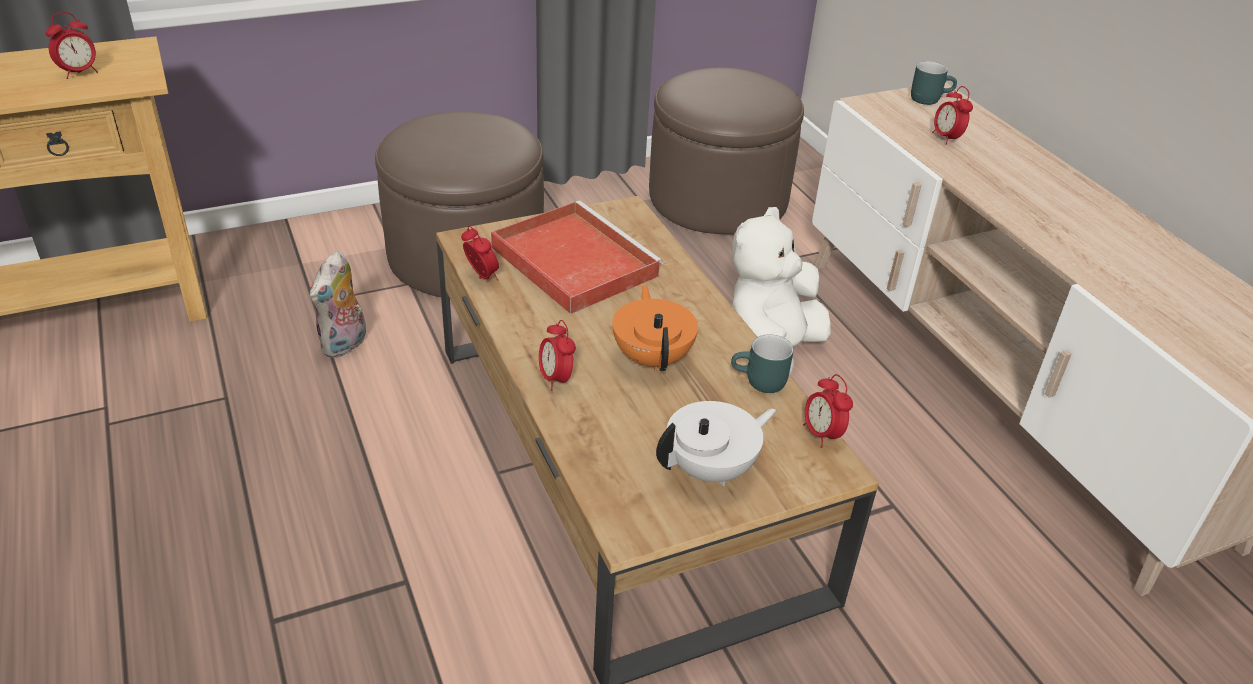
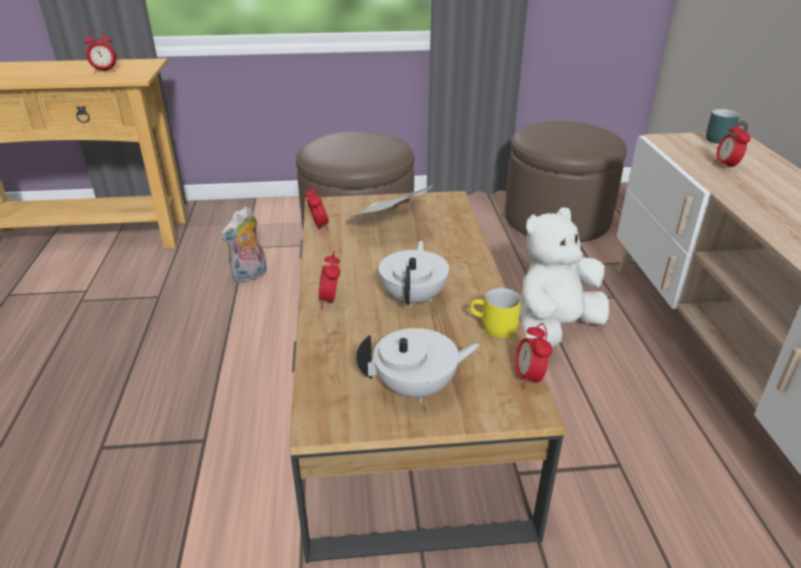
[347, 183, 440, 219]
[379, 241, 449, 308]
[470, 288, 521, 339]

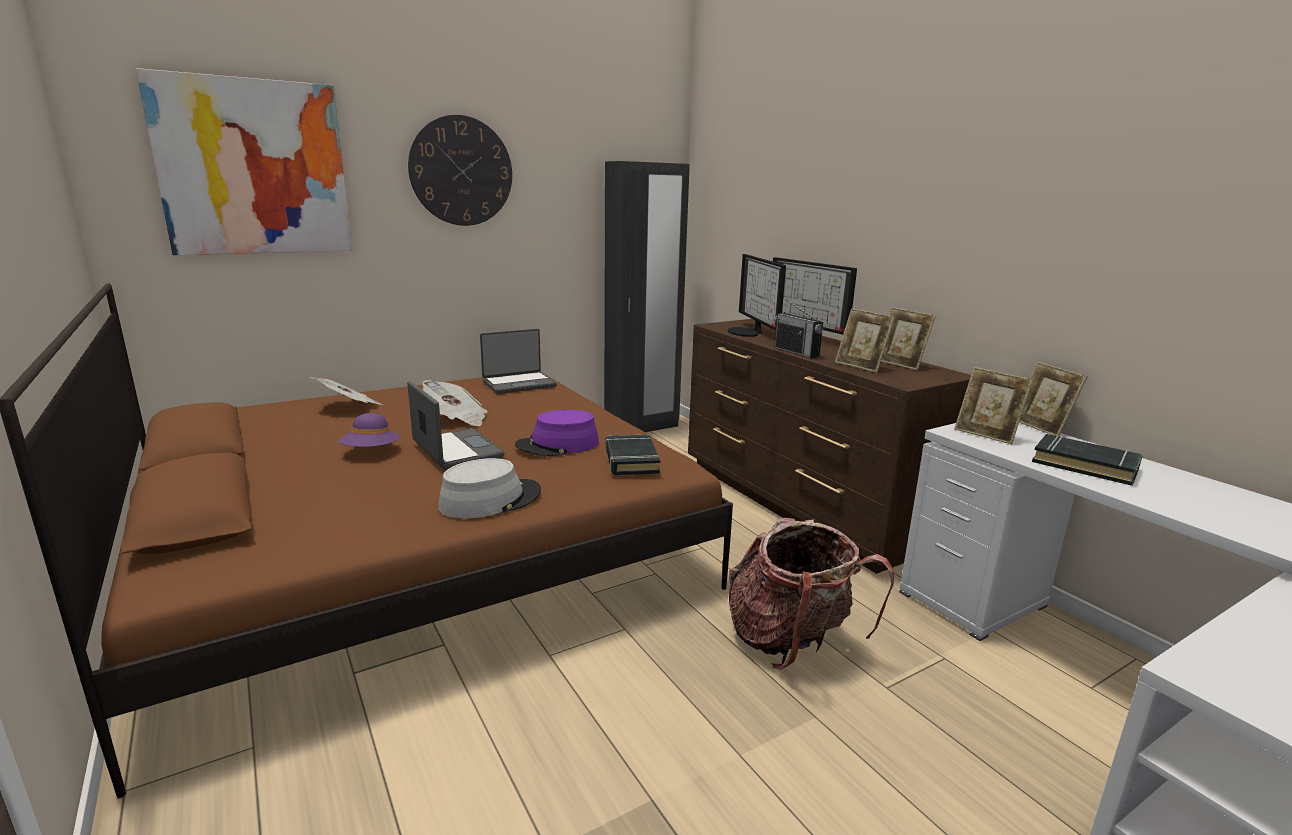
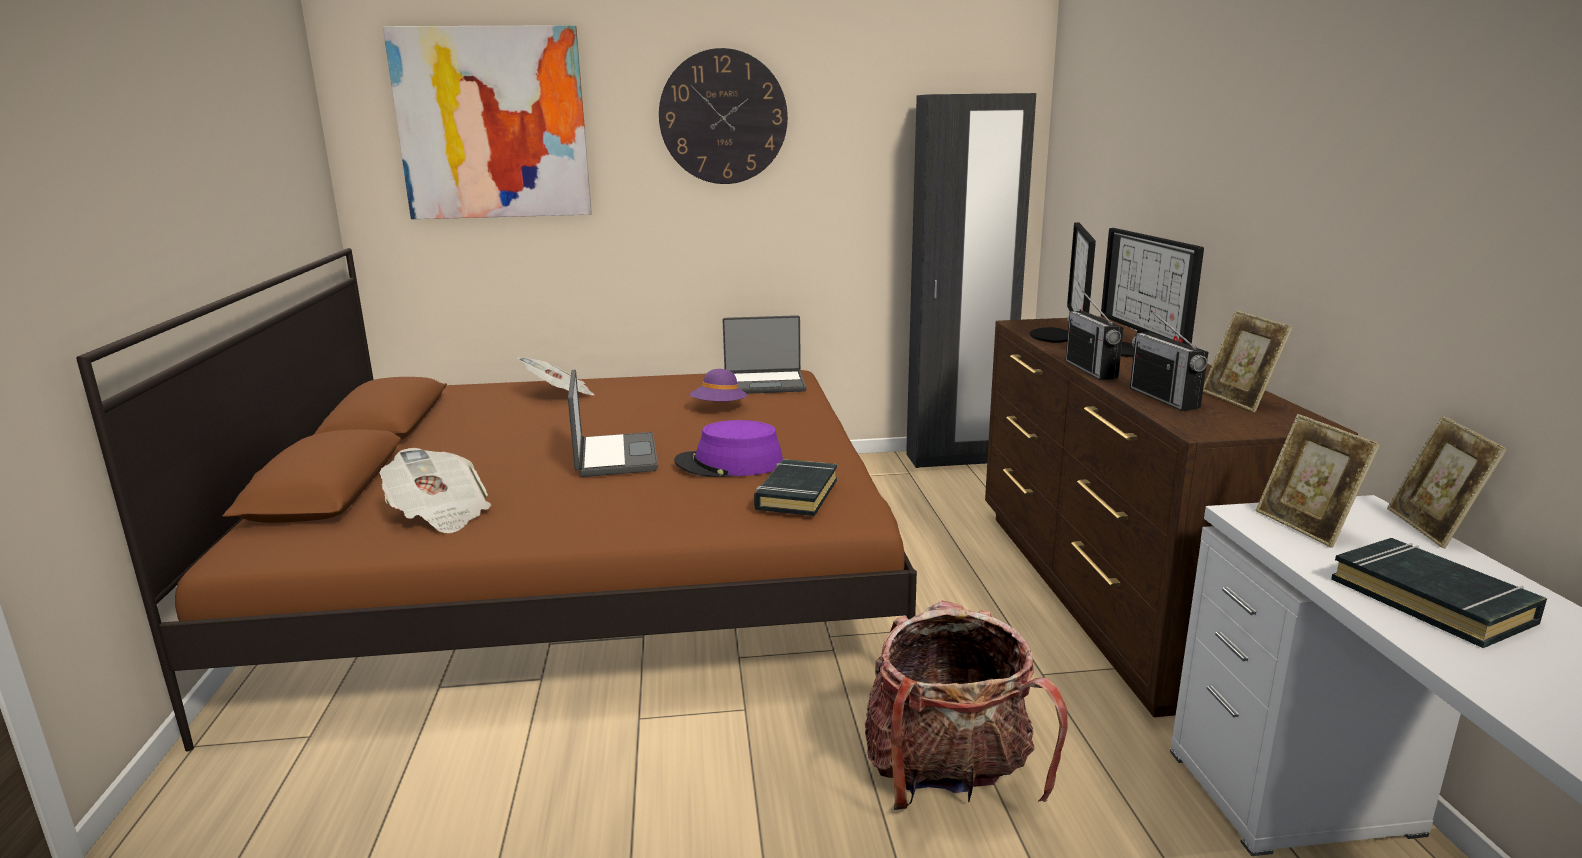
[438, 458, 541, 518] (first image)
[690, 369, 748, 402]
[380, 448, 491, 533]
[1130, 310, 1208, 411]

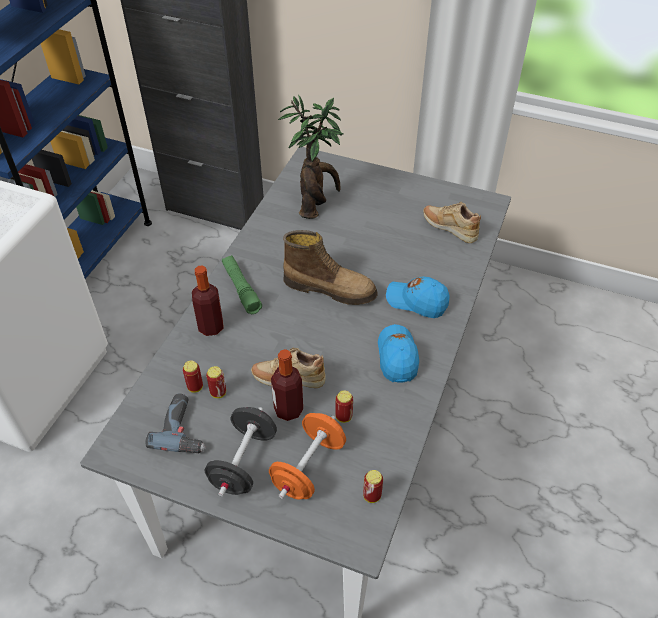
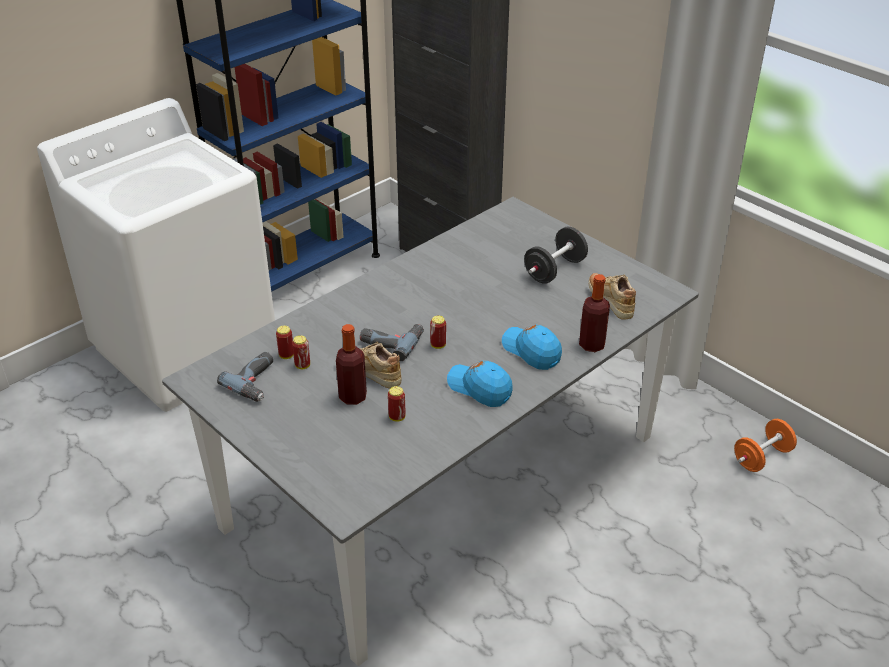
[222, 255, 262, 314] (first image)
[278, 95, 343, 219] (first image)
[283, 230, 378, 305] (first image)
[360, 324, 424, 361]
[579, 274, 610, 352]
[524, 226, 588, 284]
[734, 419, 797, 472]
[430, 316, 446, 349]
[447, 361, 512, 407]

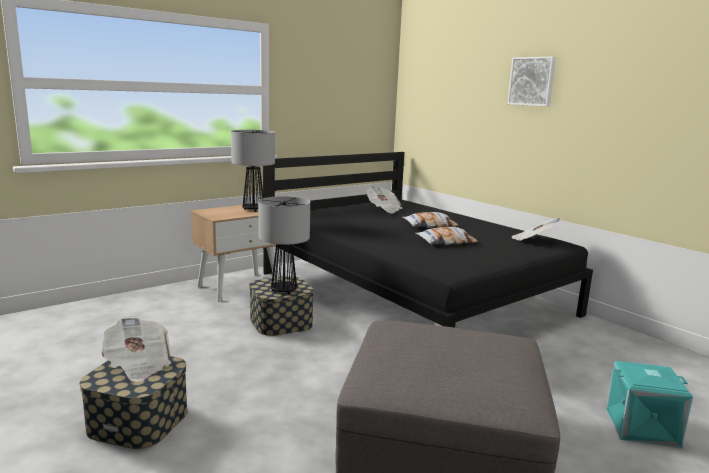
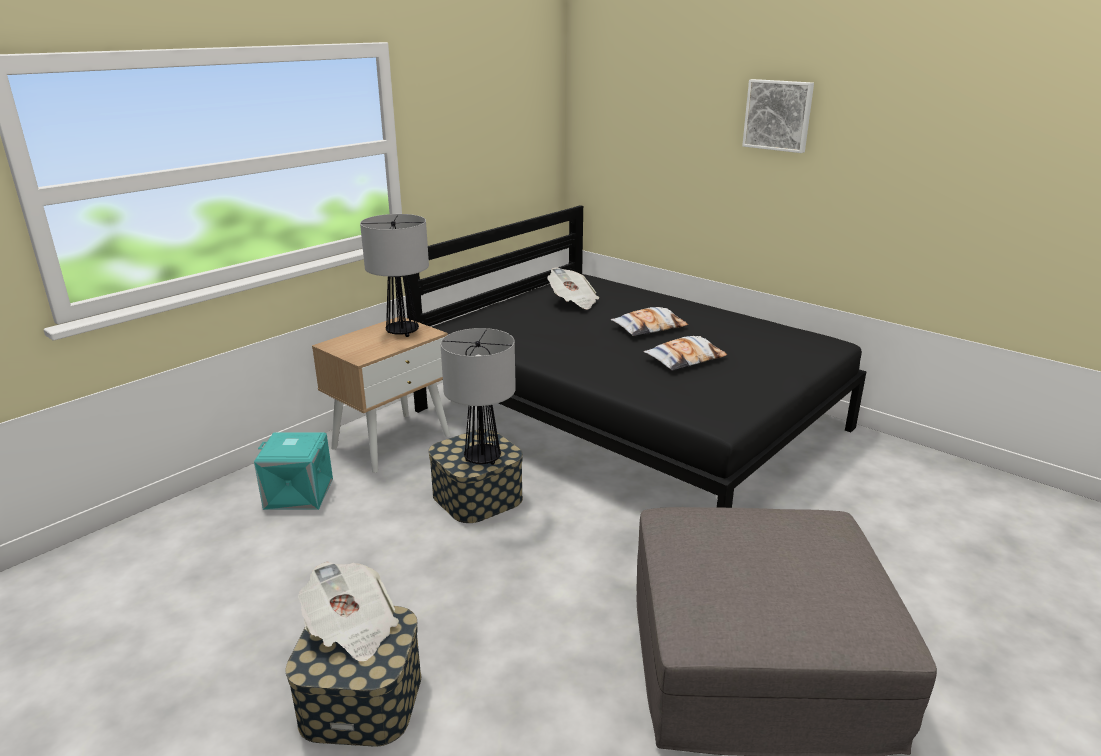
[512, 218, 562, 241] (first image)
[254, 432, 333, 510]

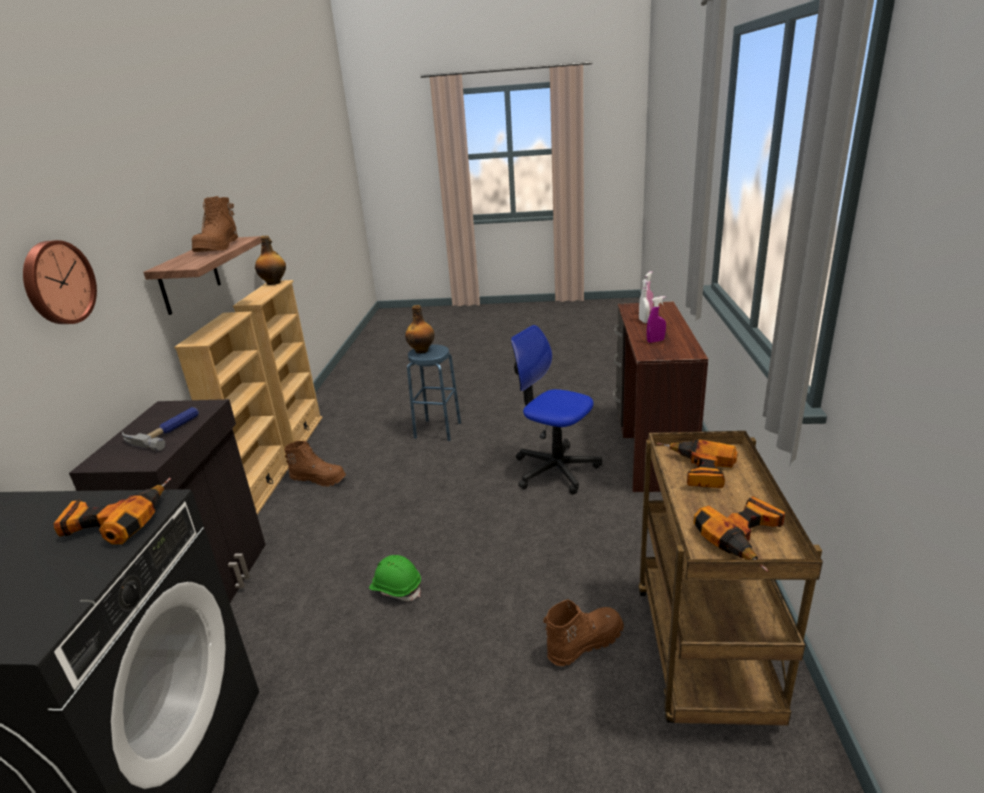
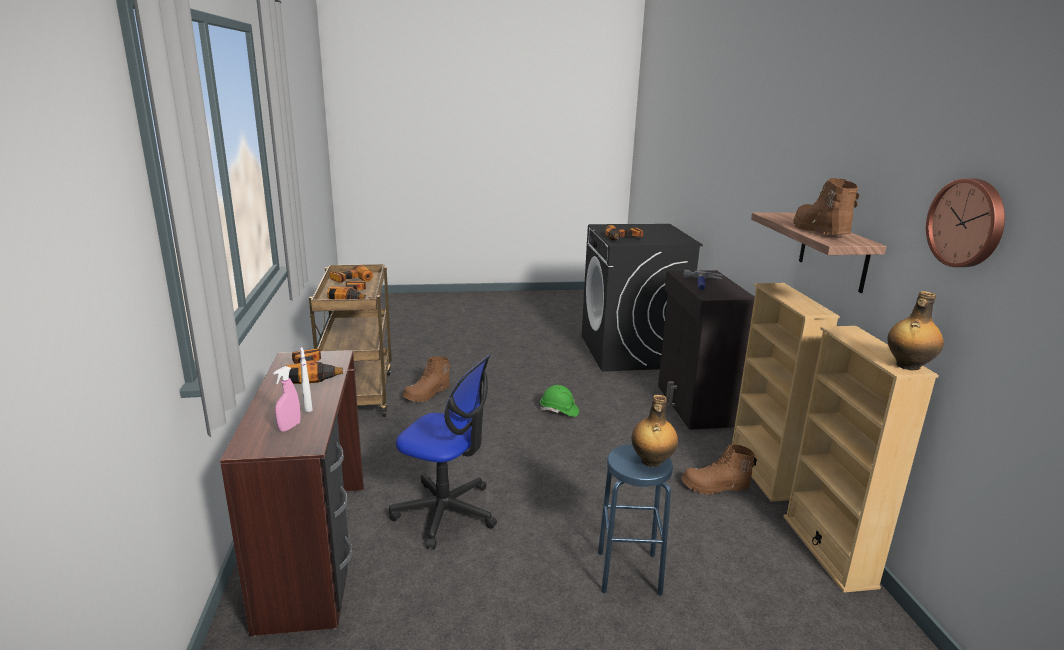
[926, 179, 1005, 267]
[286, 348, 355, 384]

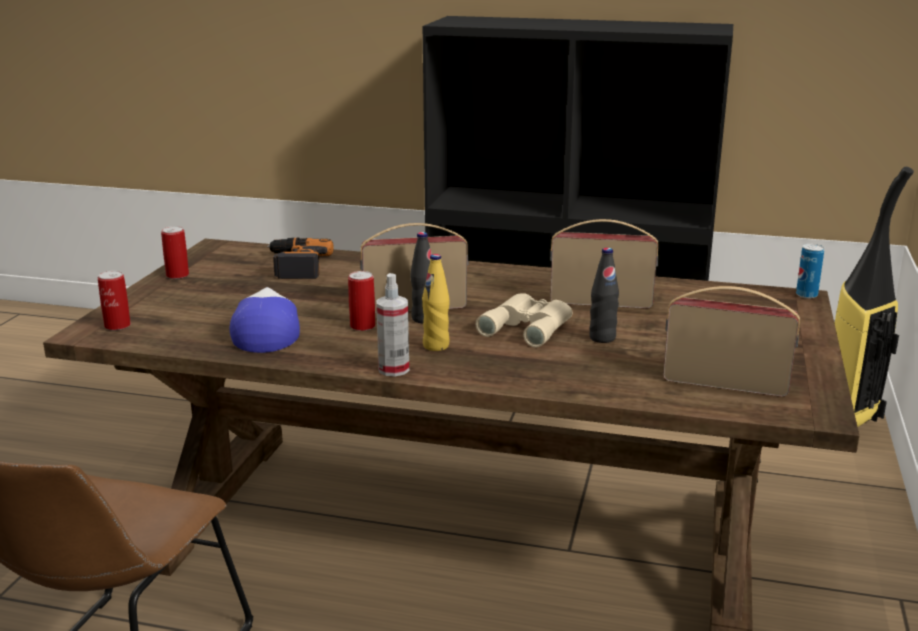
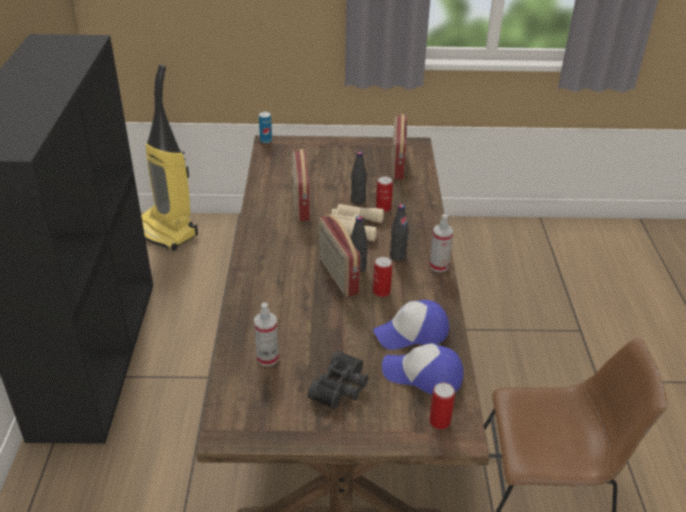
[308, 351, 369, 409]
[382, 343, 464, 395]
[376, 176, 393, 212]
[254, 302, 279, 366]
[390, 204, 409, 261]

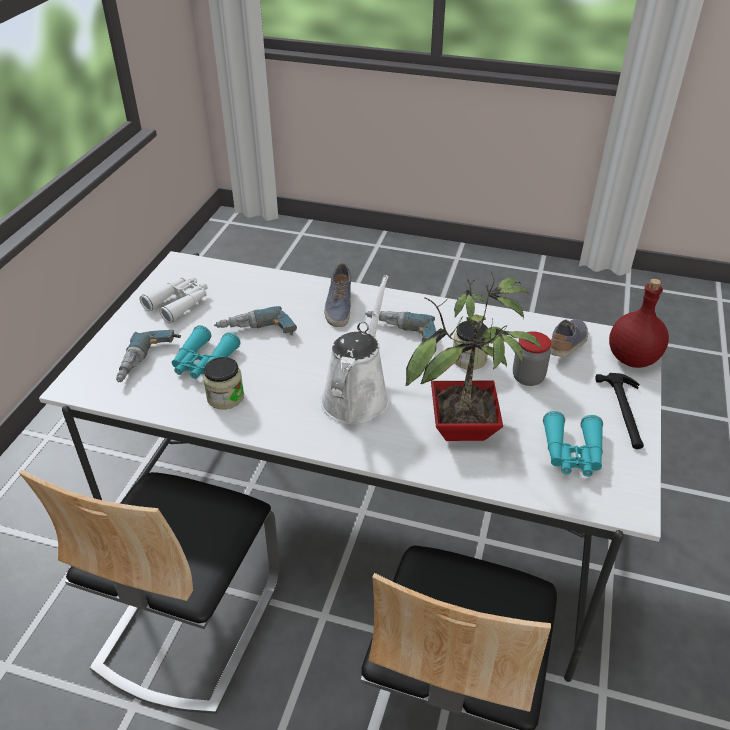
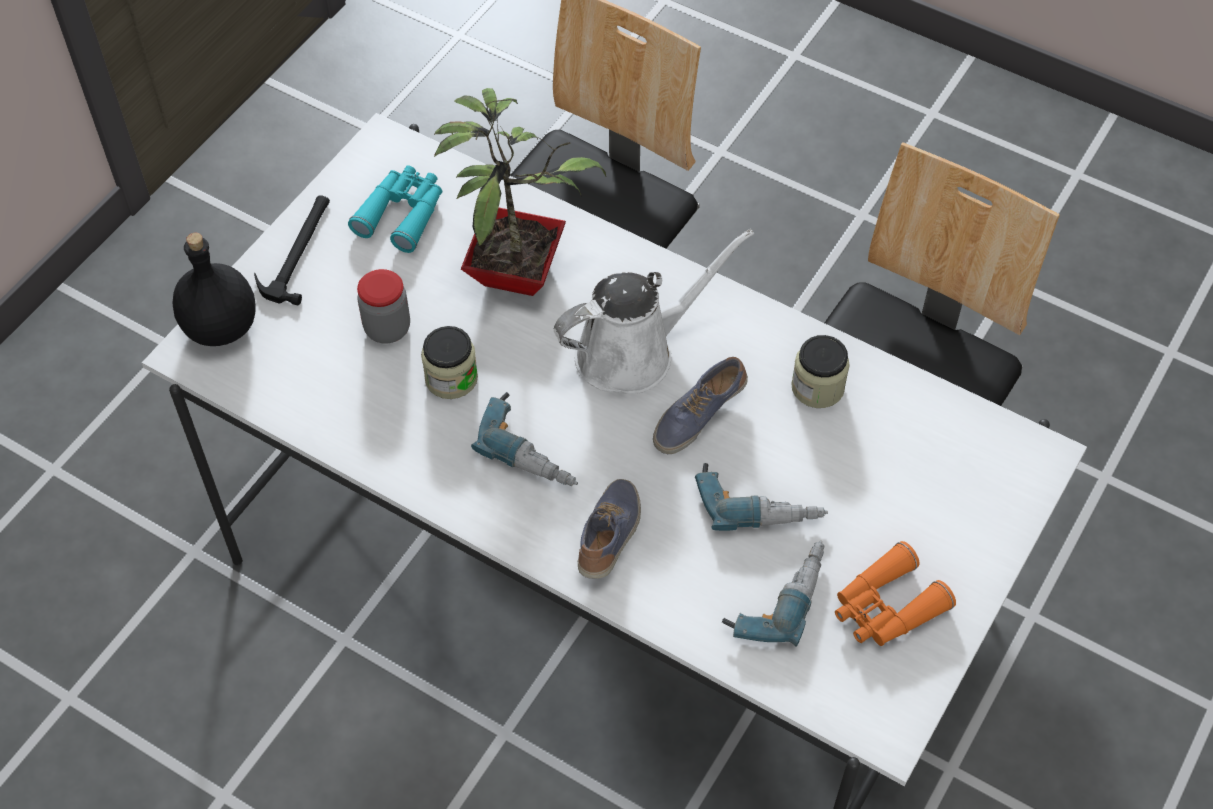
[172, 325, 240, 379] (first image)
[722, 541, 824, 647]
[653, 357, 748, 454]
[835, 541, 956, 646]
[172, 233, 256, 346]
[554, 229, 754, 394]

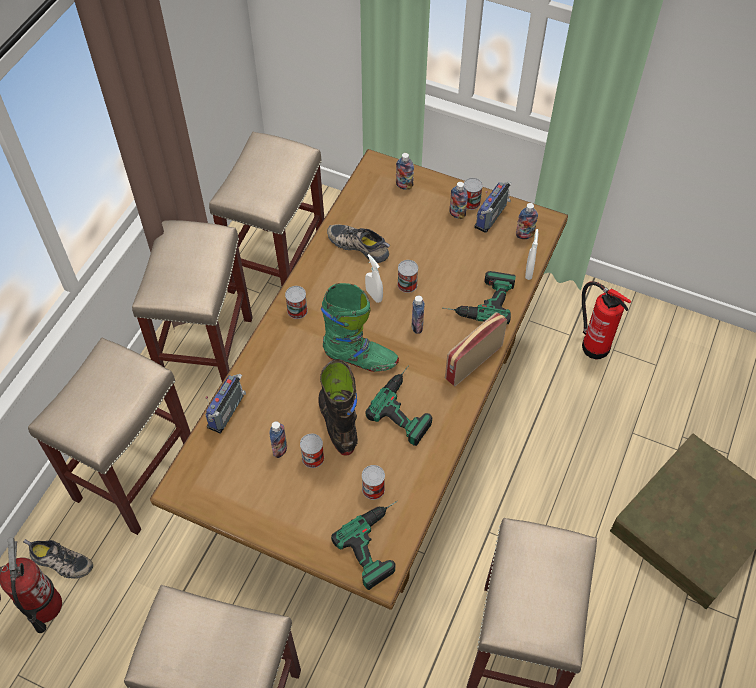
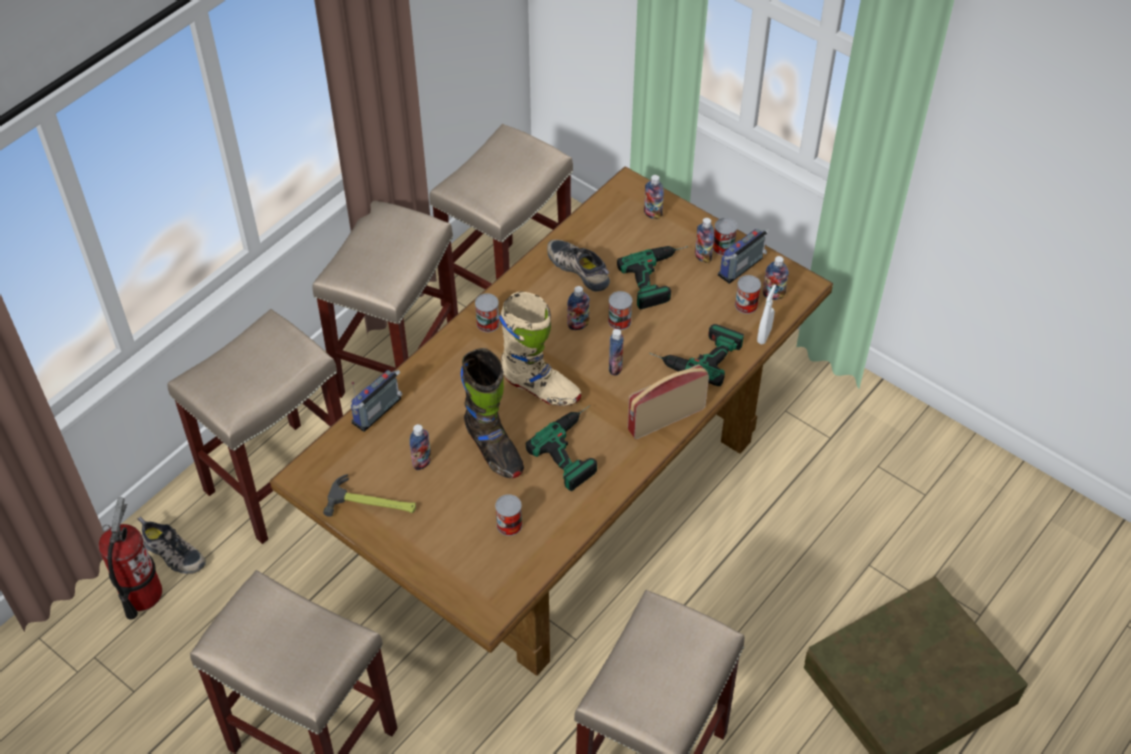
[582, 281, 631, 359] (first image)
[323, 474, 416, 517]
[735, 275, 761, 314]
[617, 246, 688, 310]
[567, 286, 590, 330]
[499, 291, 581, 406]
[460, 348, 524, 478]

